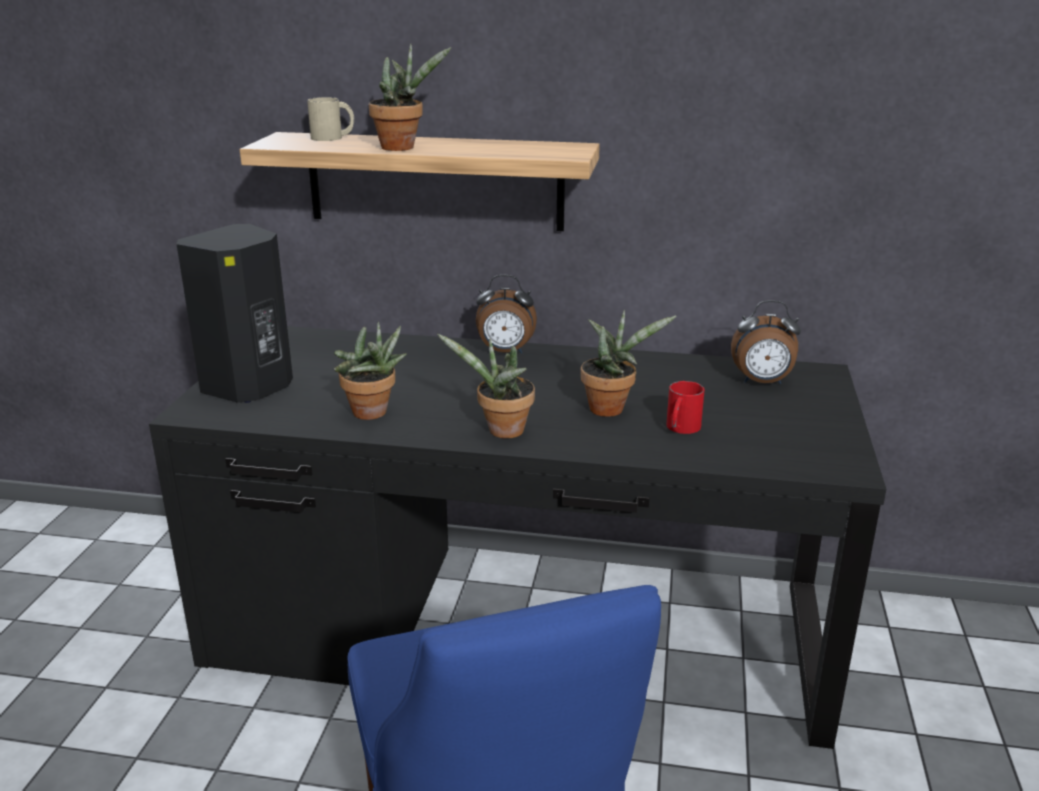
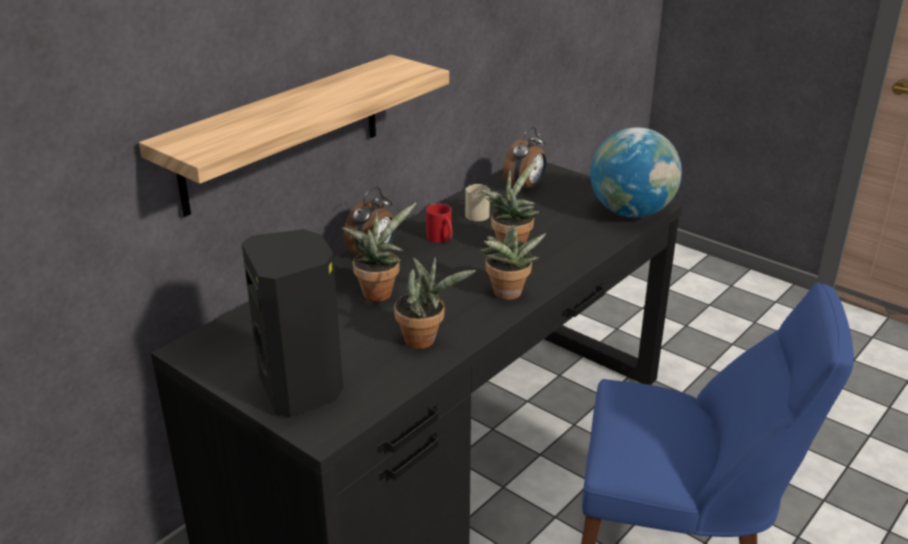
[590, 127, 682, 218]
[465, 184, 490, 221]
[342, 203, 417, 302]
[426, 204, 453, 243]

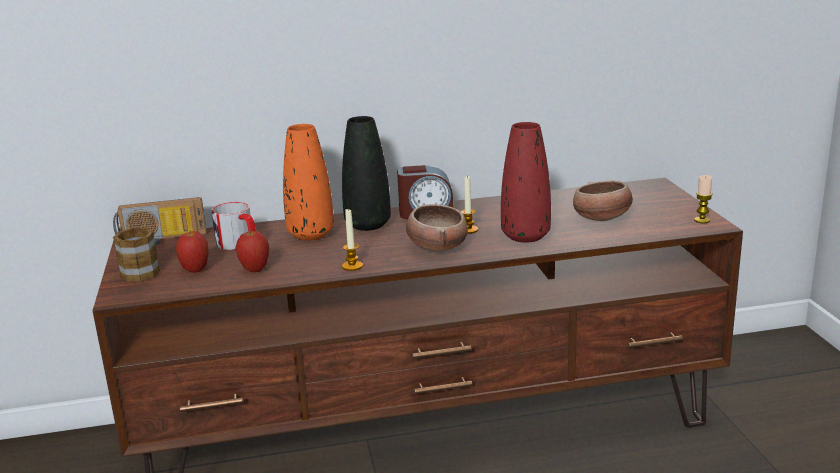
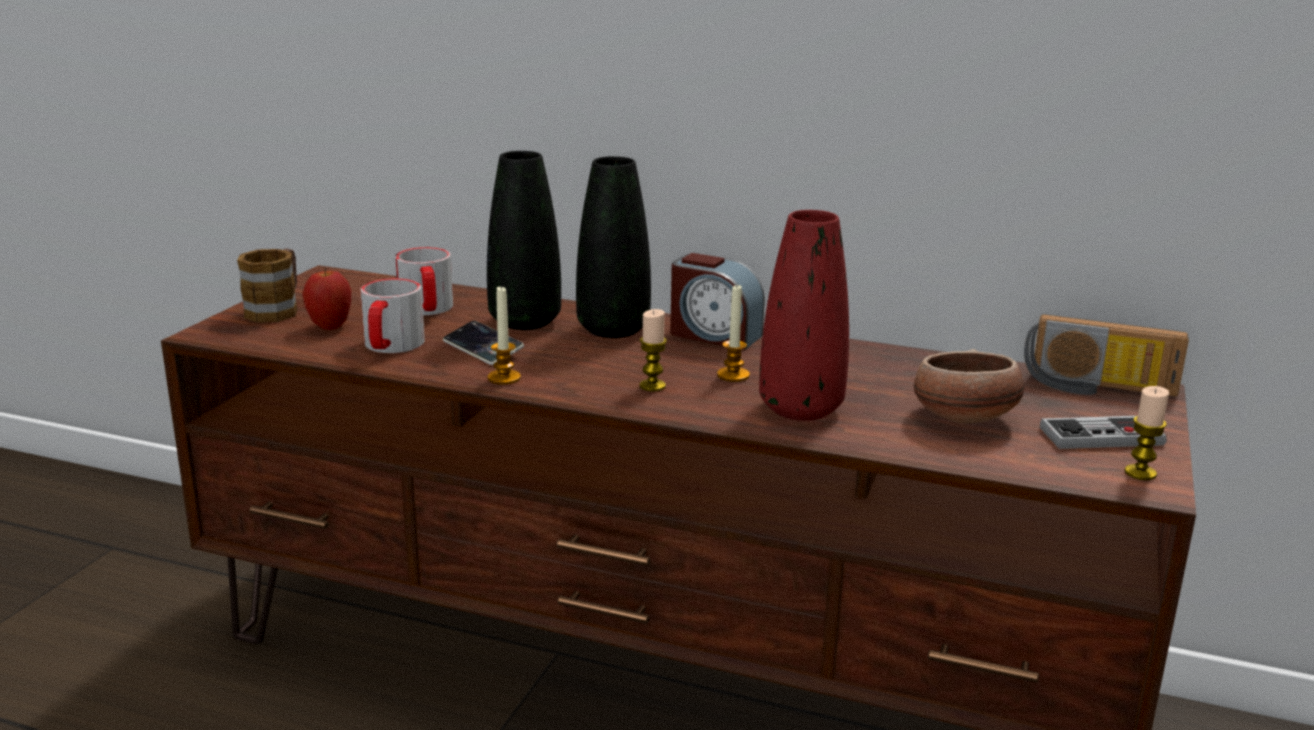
[443, 321, 524, 365]
[1040, 416, 1167, 449]
[1024, 314, 1189, 397]
[360, 278, 425, 353]
[639, 309, 667, 391]
[487, 151, 561, 330]

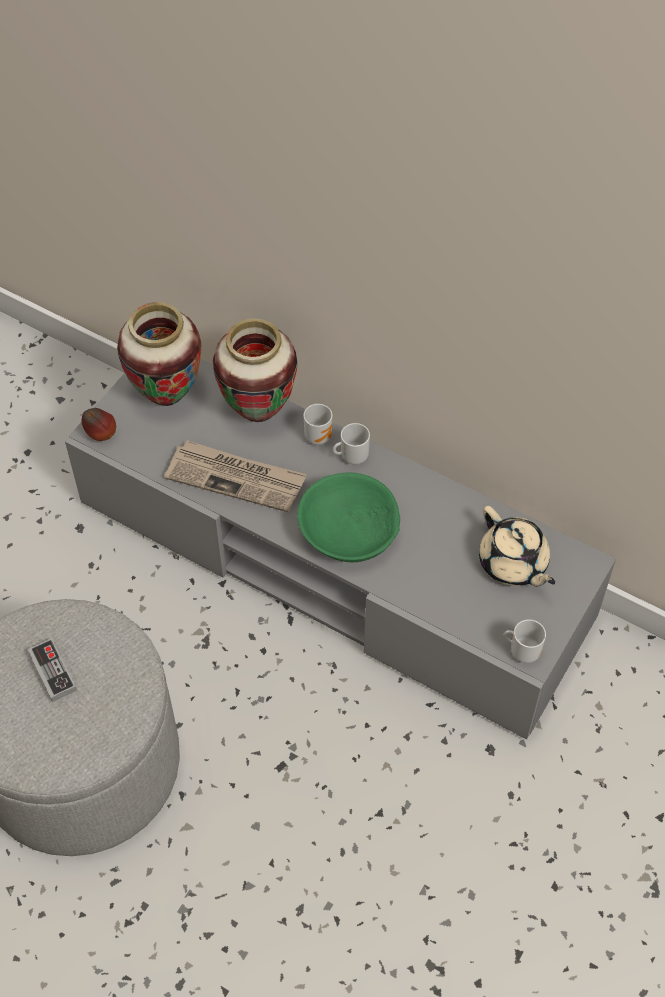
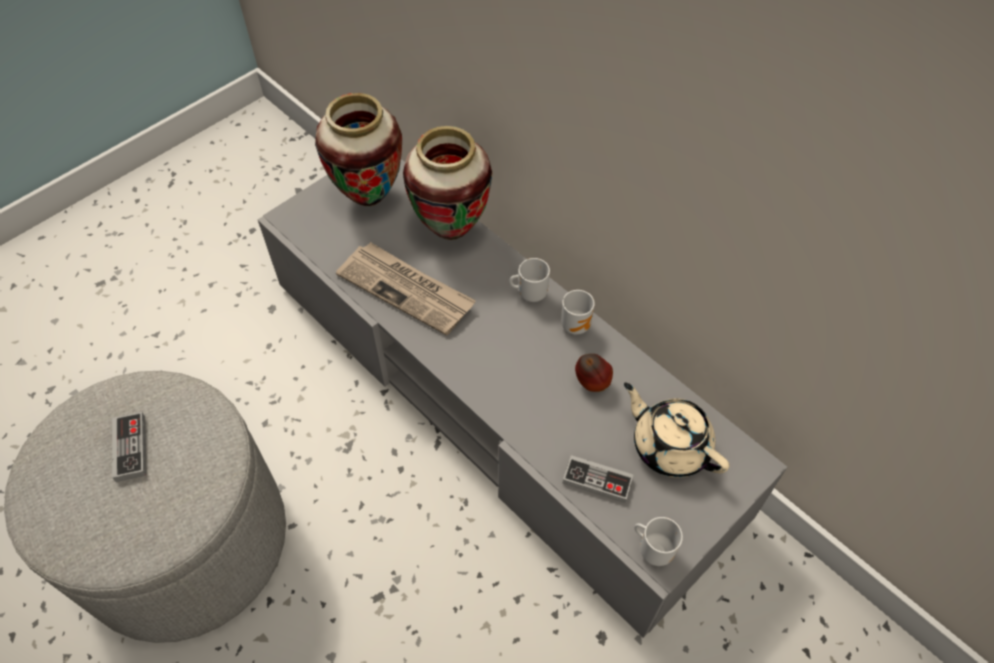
[297, 472, 400, 562] (first image)
[563, 455, 633, 503]
[575, 354, 613, 392]
[561, 290, 595, 335]
[624, 383, 730, 478]

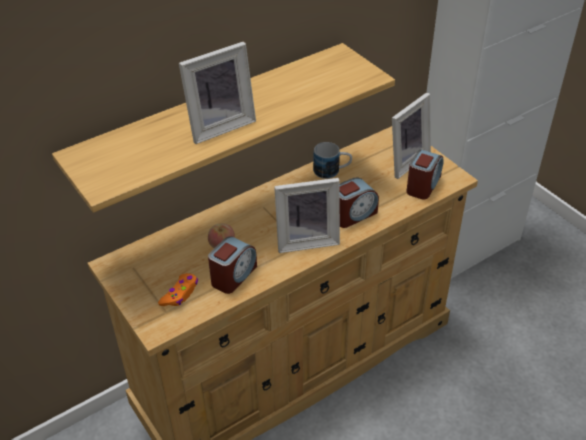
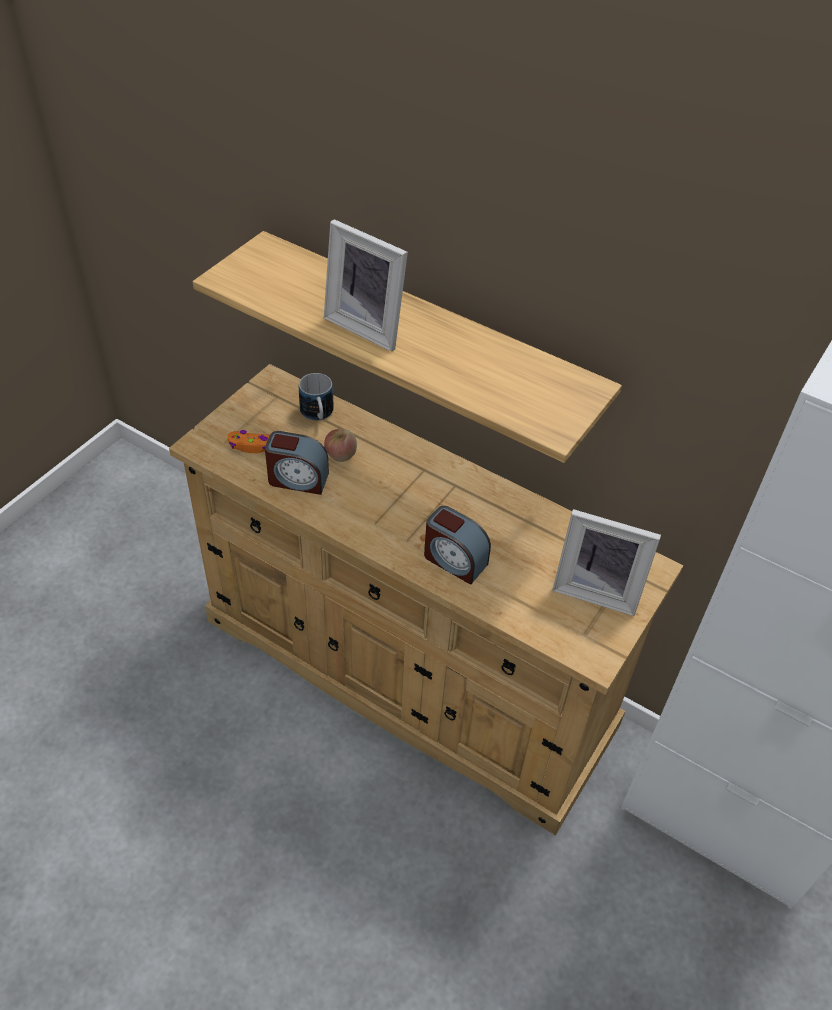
[274, 178, 340, 253] (first image)
[406, 149, 444, 200] (first image)
[299, 373, 334, 421]

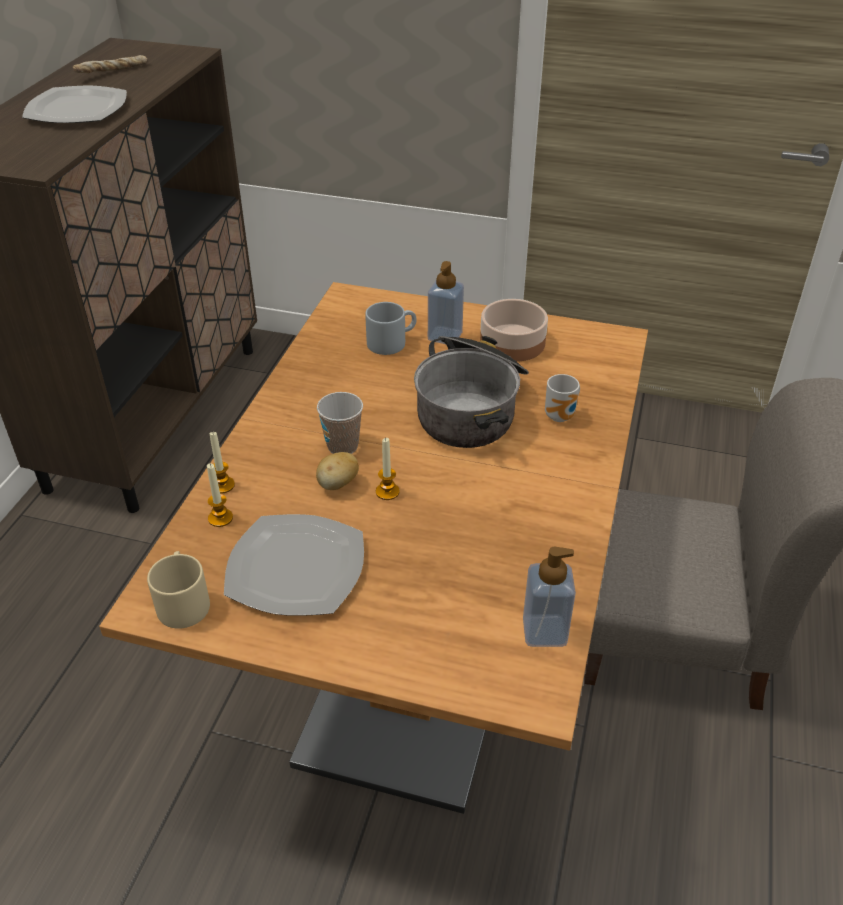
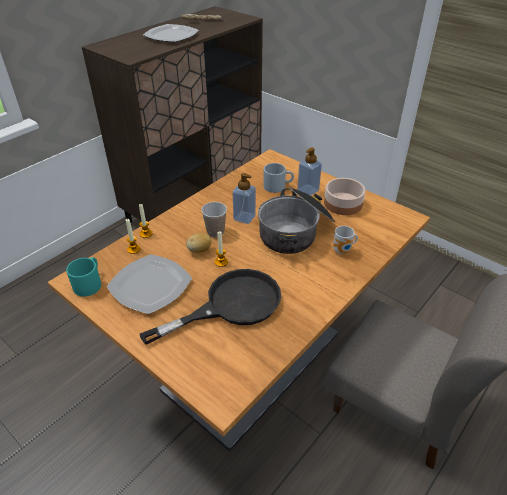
[140, 269, 281, 345]
[232, 173, 256, 224]
[66, 257, 101, 297]

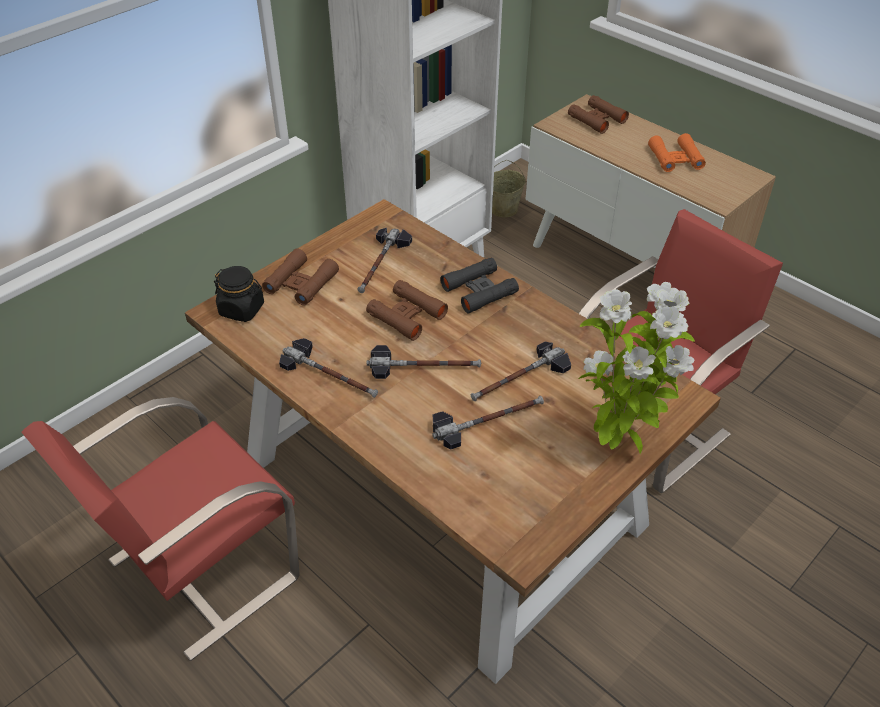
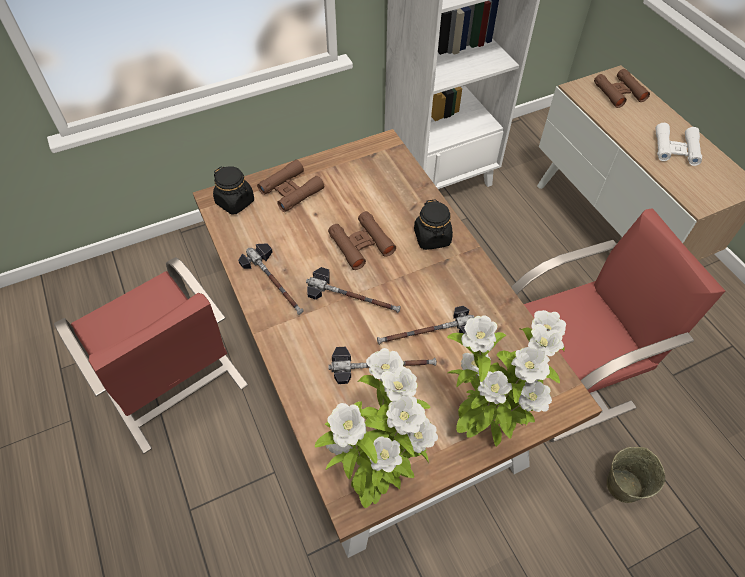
[357, 228, 412, 293] (first image)
[315, 348, 438, 508]
[607, 447, 666, 503]
[414, 199, 453, 250]
[655, 123, 702, 166]
[54, 257, 248, 454]

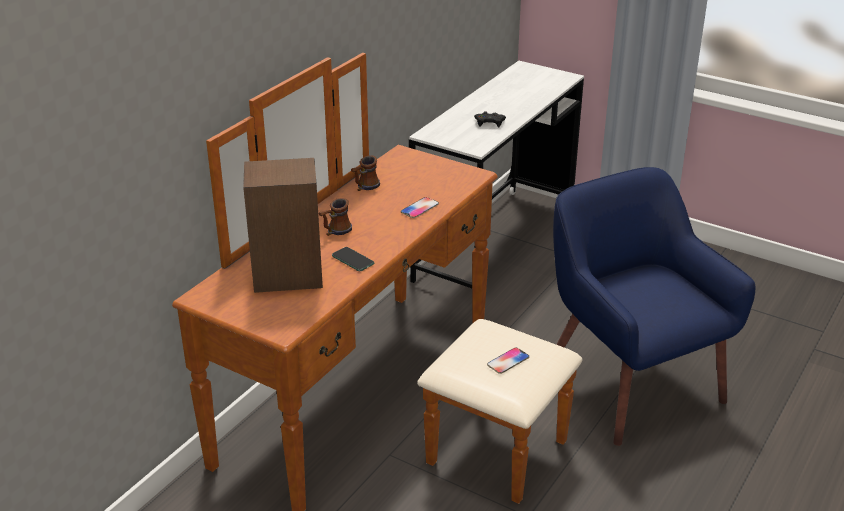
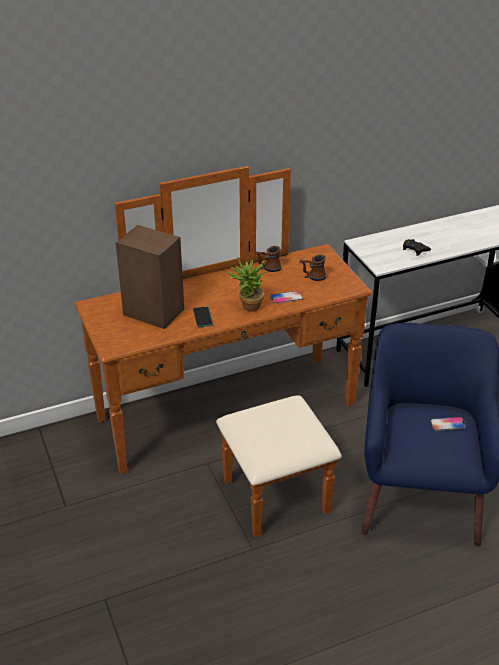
[227, 257, 267, 312]
[300, 254, 326, 281]
[431, 417, 466, 431]

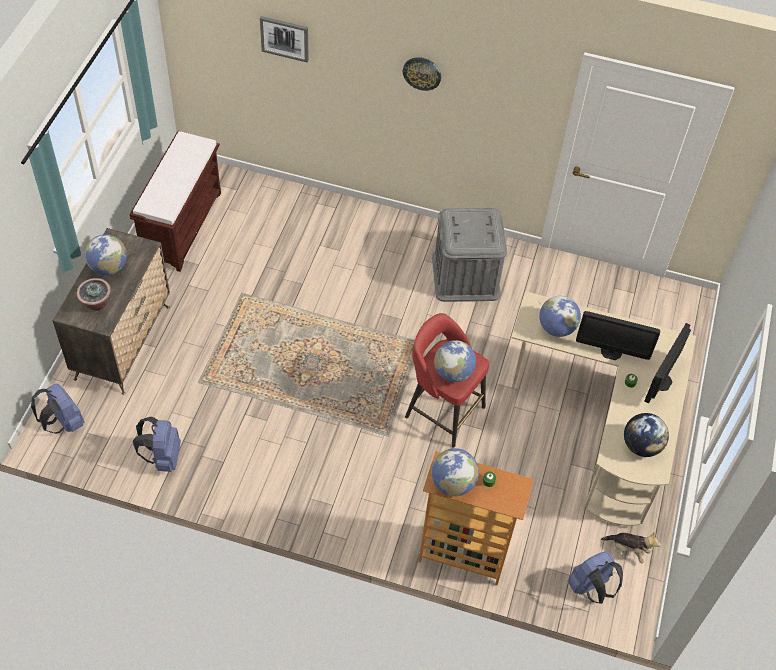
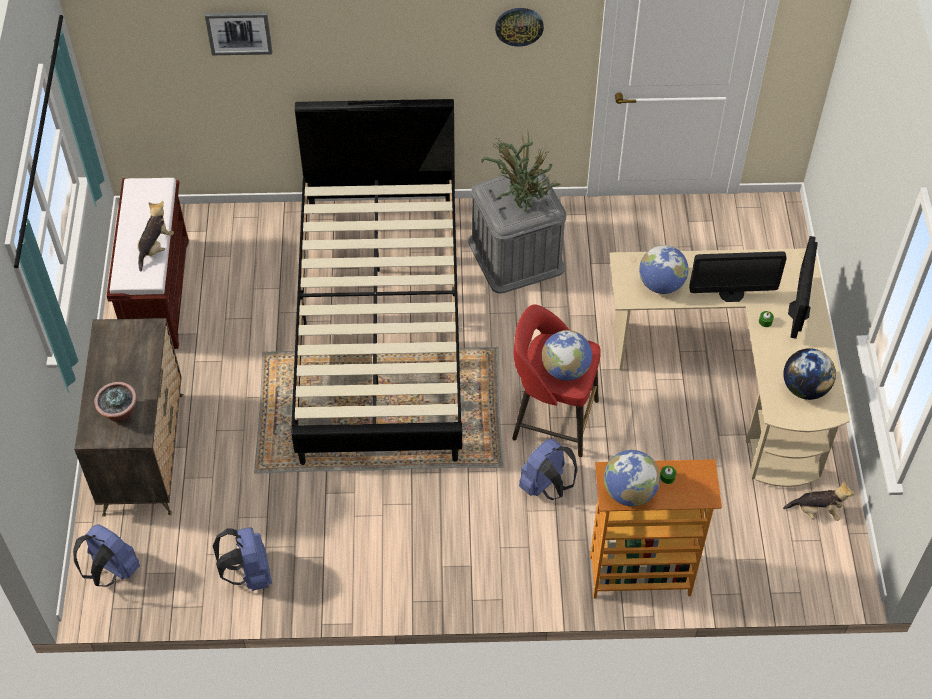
[85, 234, 127, 275] (first image)
[137, 201, 174, 271]
[291, 99, 462, 465]
[481, 131, 561, 211]
[495, 8, 544, 47]
[519, 439, 577, 500]

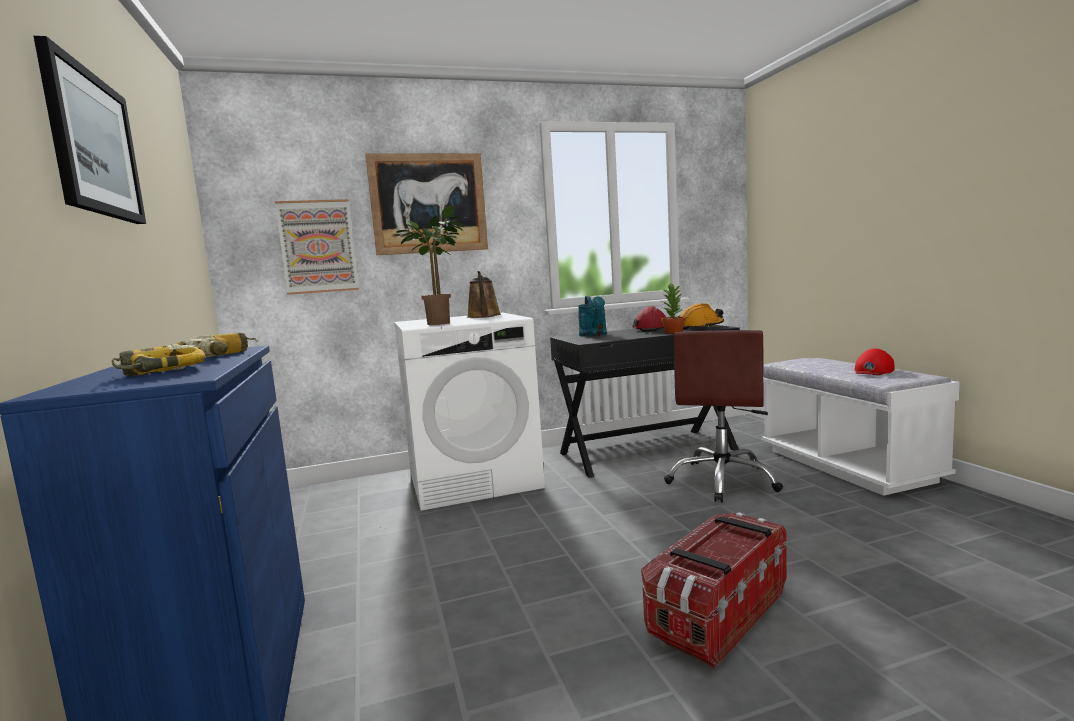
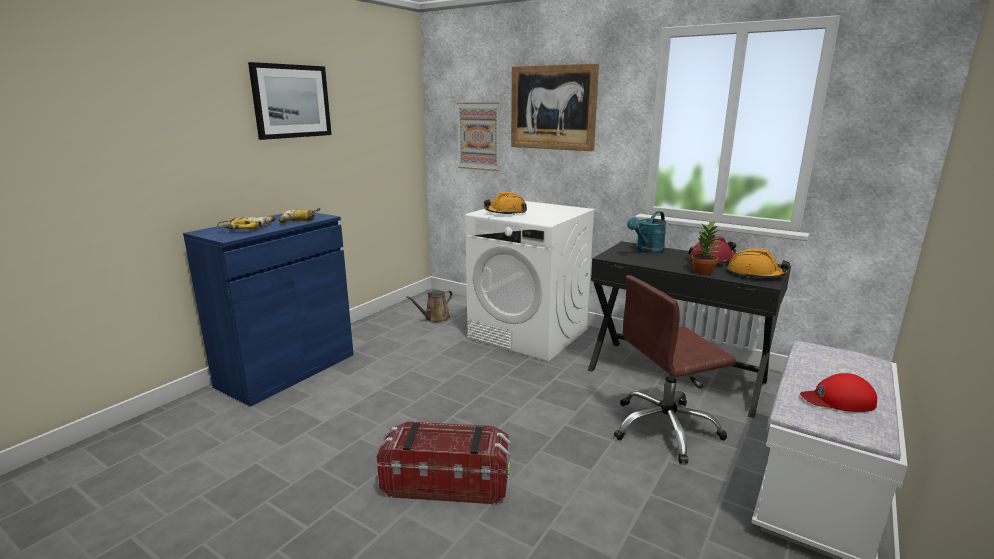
[406, 290, 453, 322]
[484, 192, 527, 215]

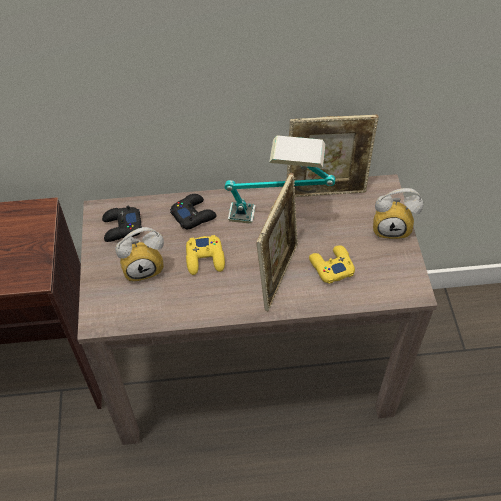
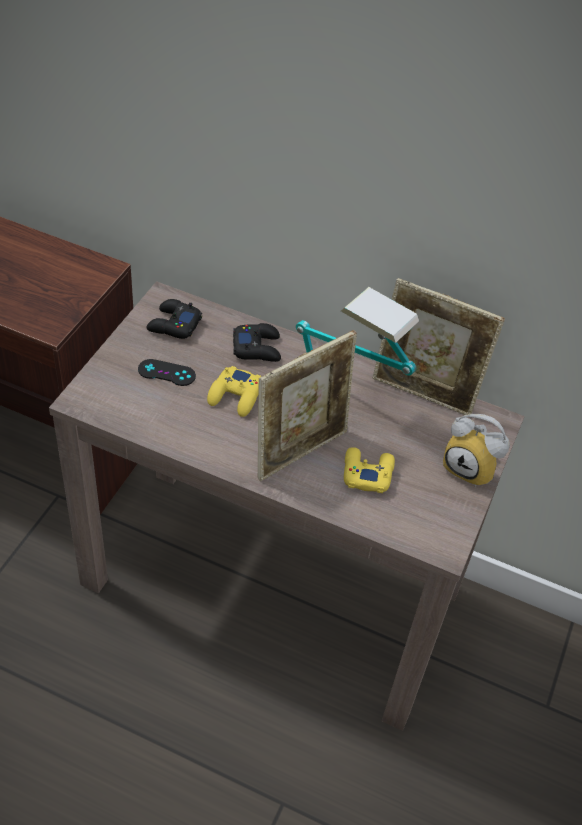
[138, 359, 196, 386]

